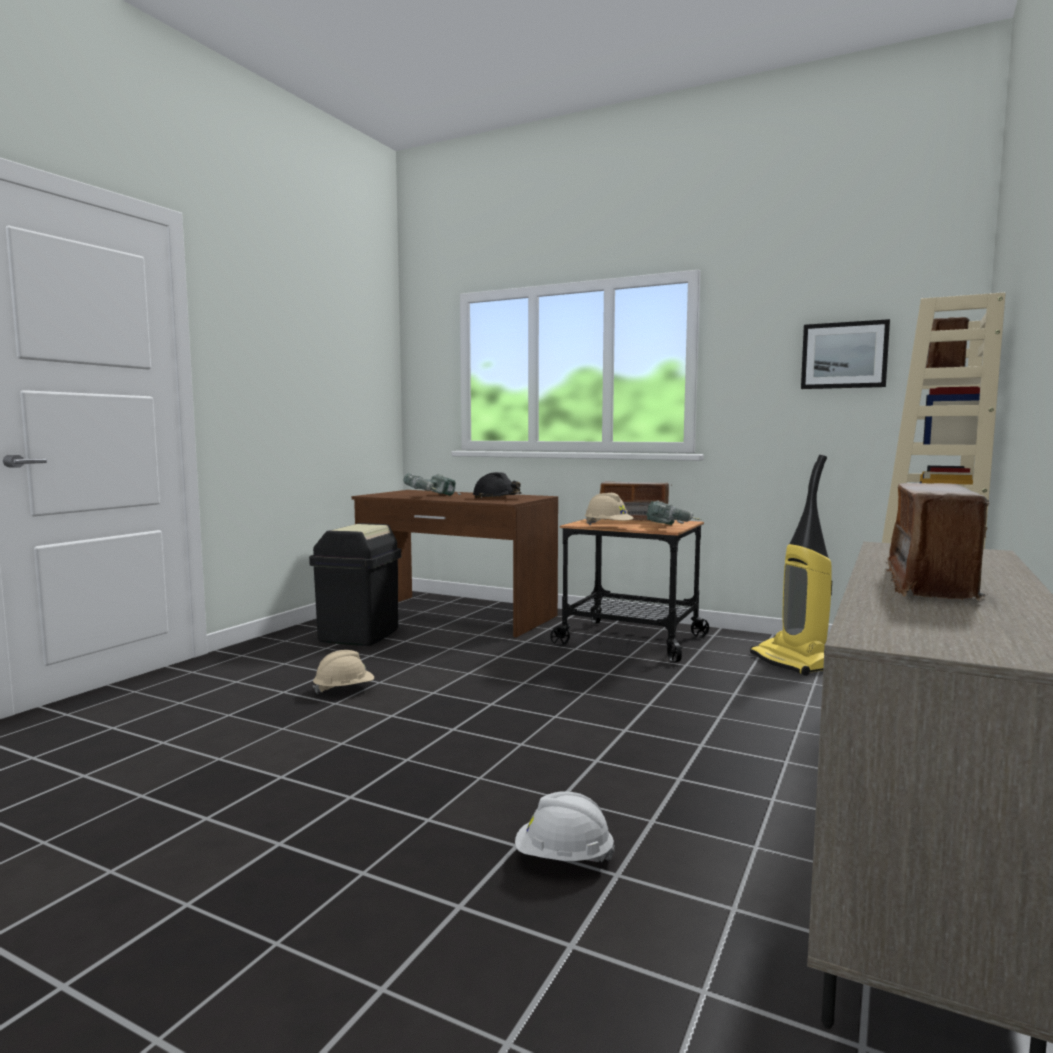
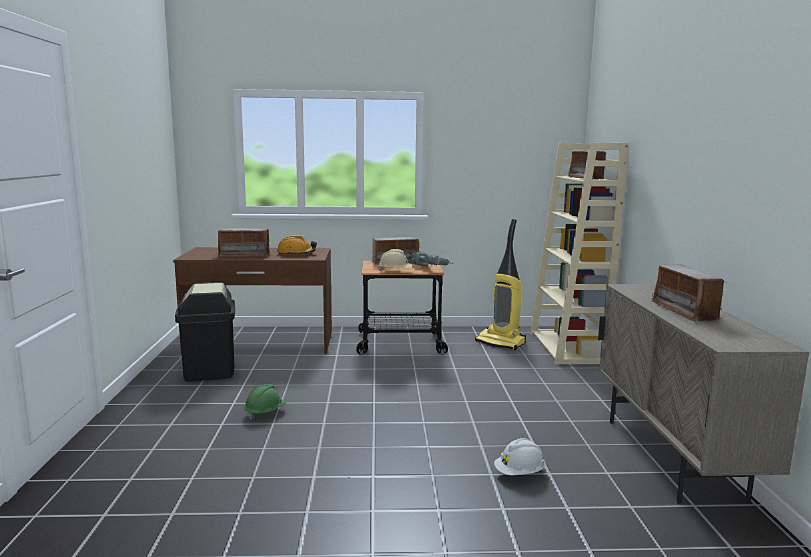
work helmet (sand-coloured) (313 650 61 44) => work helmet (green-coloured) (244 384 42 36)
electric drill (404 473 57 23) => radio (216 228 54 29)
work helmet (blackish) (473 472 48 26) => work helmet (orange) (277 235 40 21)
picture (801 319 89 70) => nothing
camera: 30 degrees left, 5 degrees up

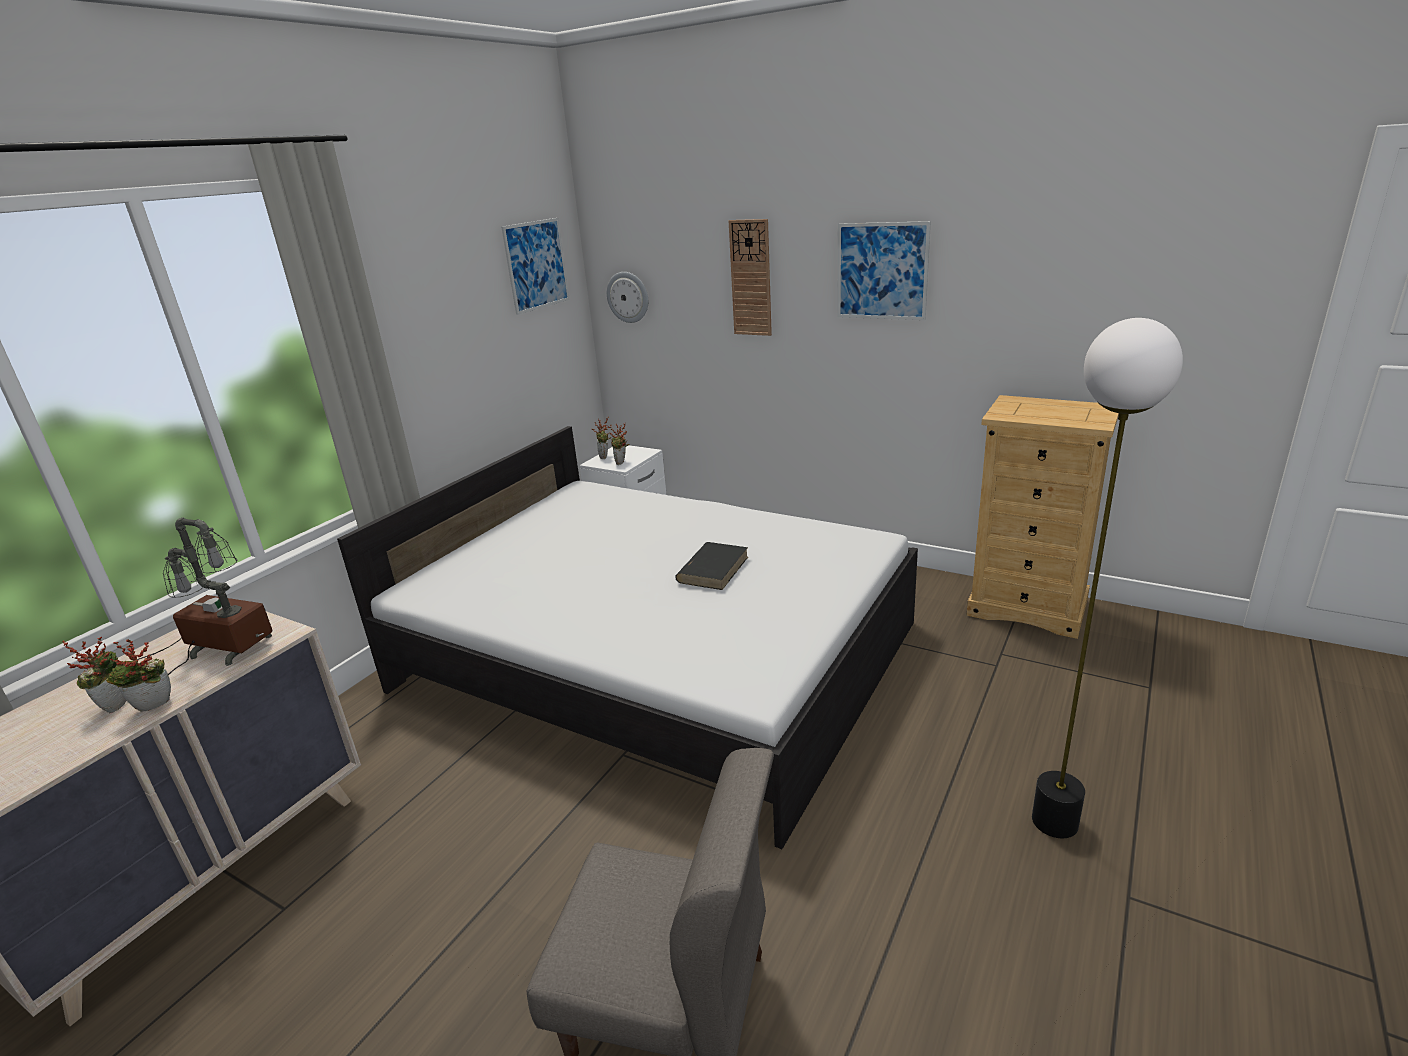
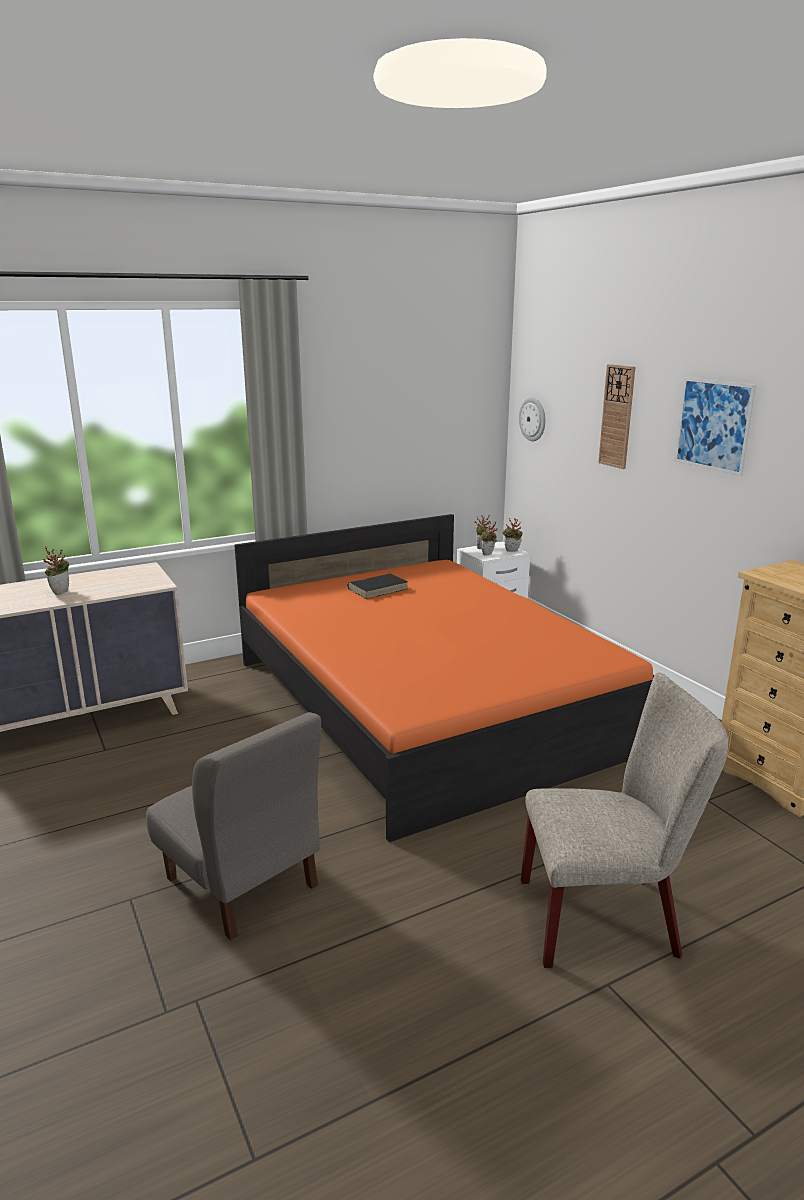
plant in a pot (106 639 65 73) => plant in a pot (502 518 21 34), shifted
lamp for a table (137 517 136 158) => nothing
bedroom bed (white-coloured) (337 426 581 423) => bedroom bed (orange) (234 514 420 328)
picture (501 218 69 97) => nothing
bound book (blackish) (675 542 73 48) => bound book (blackish) (348 574 59 25), shifted
floor lamp (1032 318 151 520) => upright chair (sand-coloured) (521 672 207 296)
camera: 30 degrees right, 5 degrees down

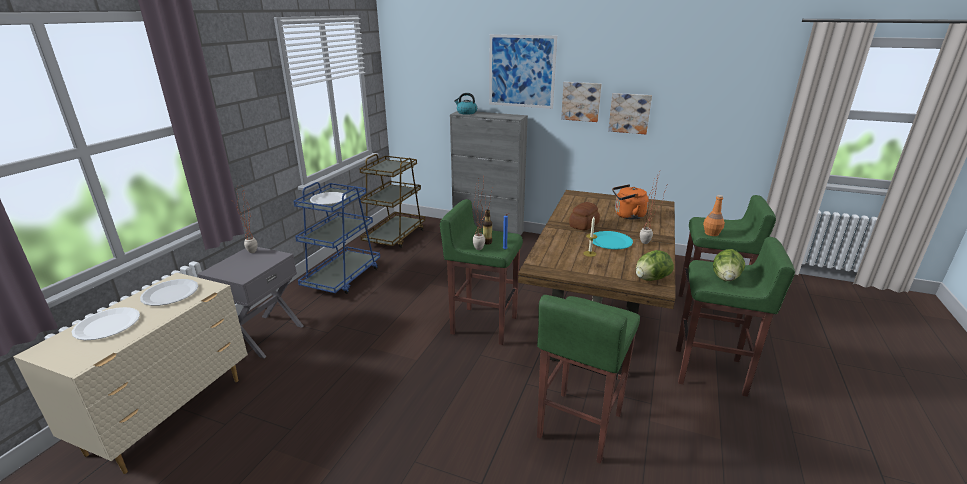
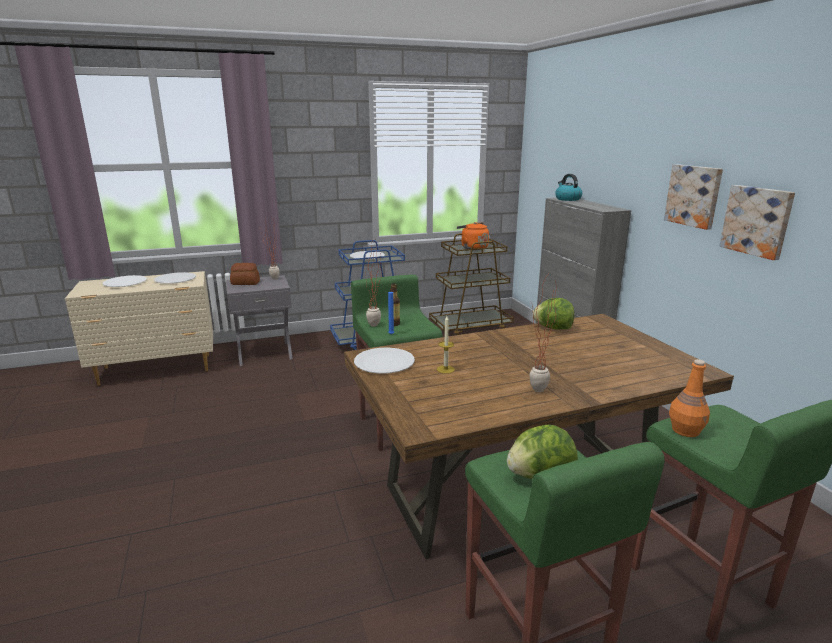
picture (489 34 68 75) => nothing
stool (green-coloured) (537 295 103 169) => nothing
baked bread (569 202 31 28) => baked bread (230 263 30 22), shifted
dinner plate (turquoise-coloured) (593 231 40 19) => nothing
water kettle (orange) (612 184 36 36) => water kettle (orange) (457 222 32 28), shifted
head of lettuce (636 250 38 31) => head of lettuce (533 298 42 32), shifted
nothing => dinner plate (white-coloured) (354 348 61 26)
camera: 50 degrees right, 5 degrees down

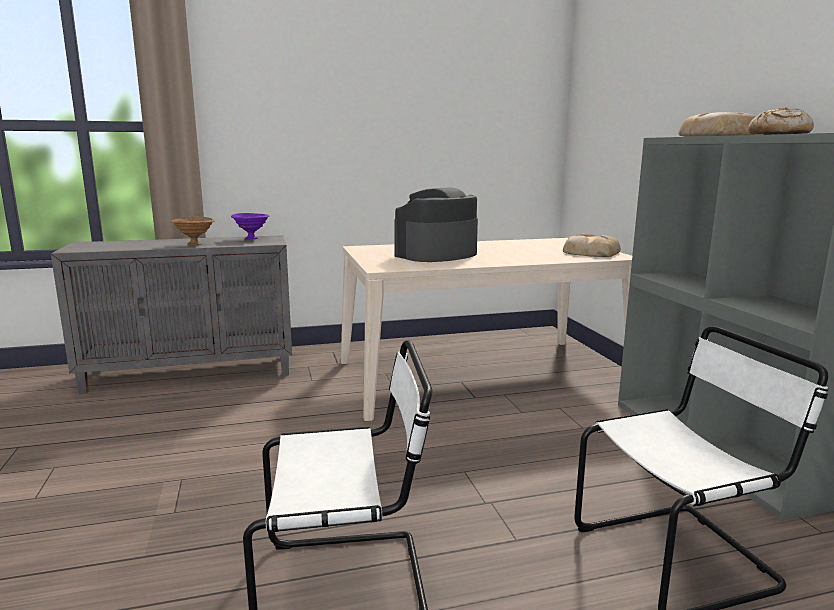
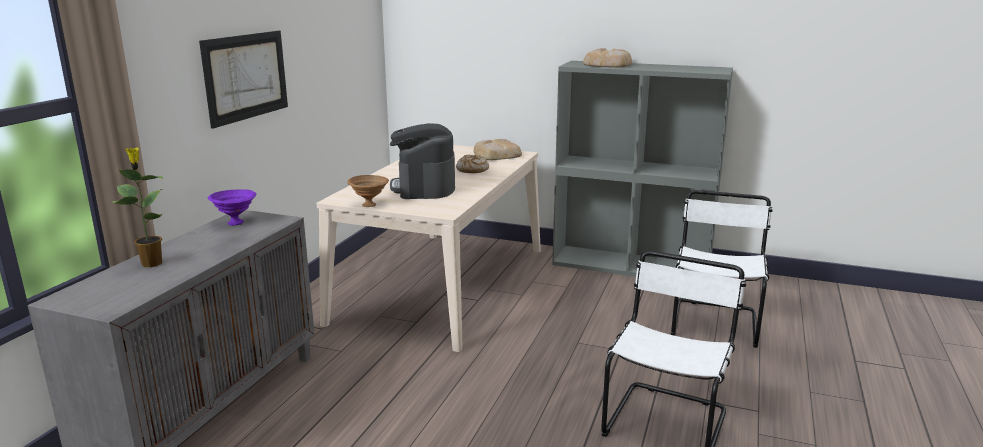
deep dish (brown-coloured) (171 217 44 28) => deep dish (brown-coloured) (347 175 42 32), shifted
baked bread (748 107 66 28) => baked bread (456 155 33 18), shifted
nothing => plant in a pot (112 147 51 120)
nothing => picture (199 31 89 98)
camera: 55 degrees left, 5 degrees up

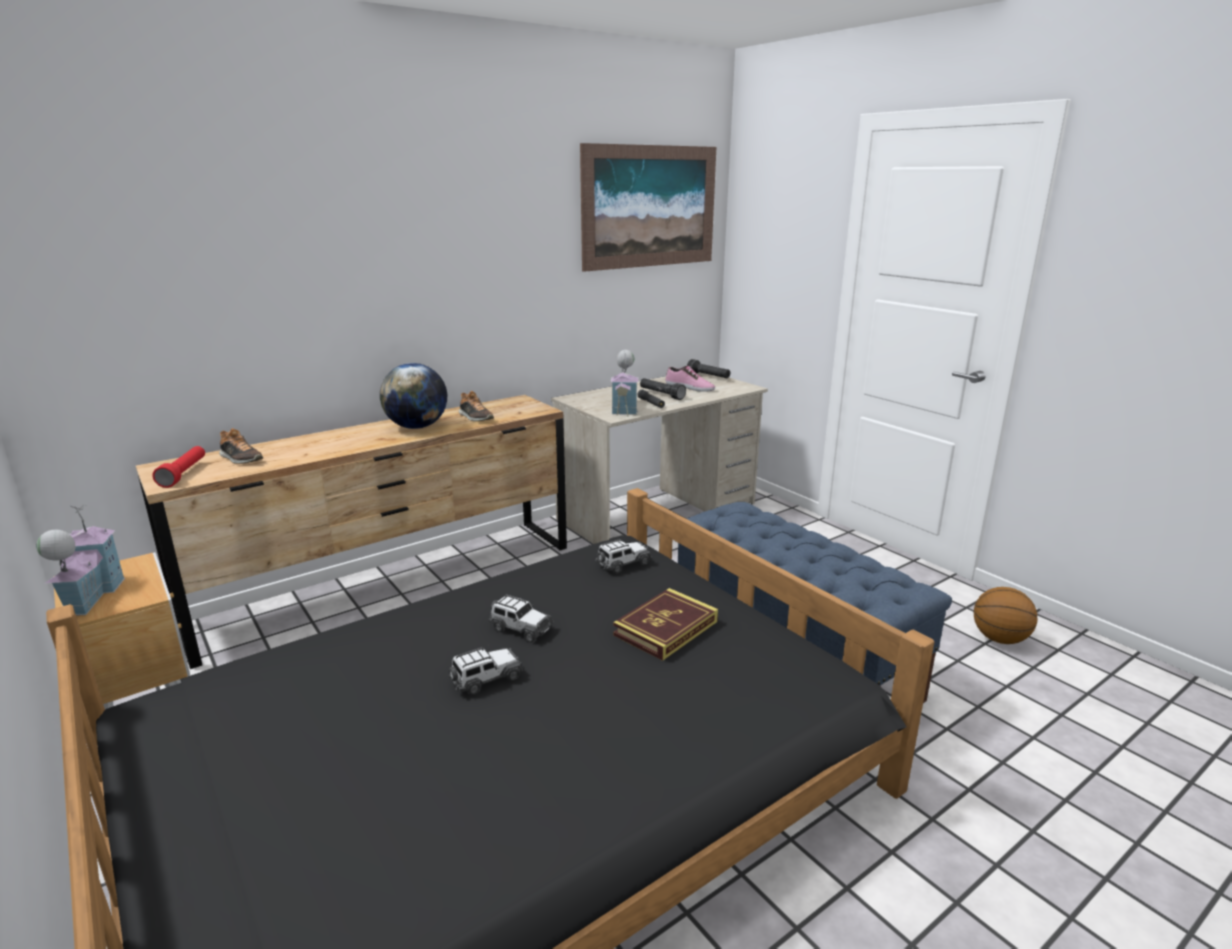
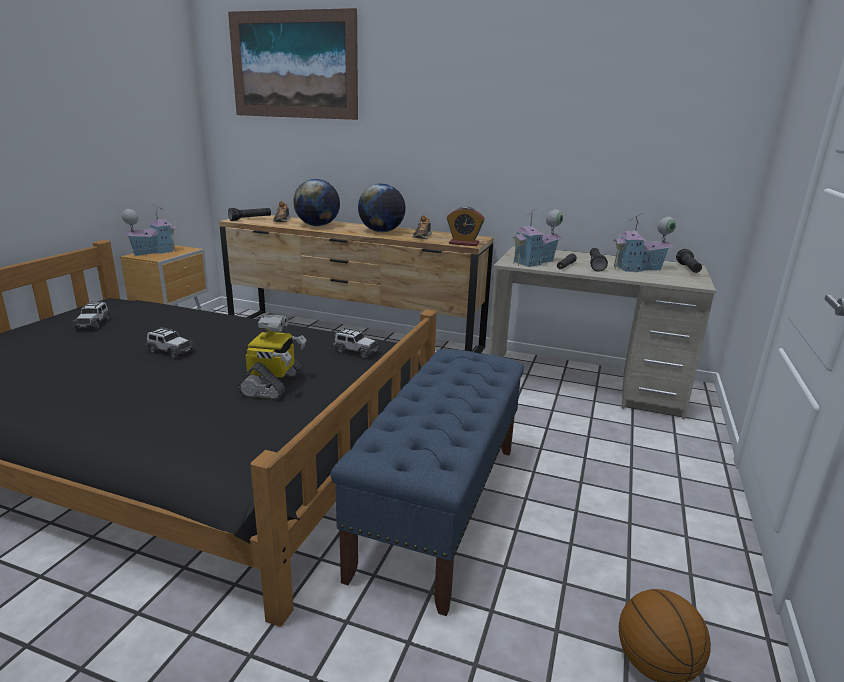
flashlight (red) (152 446 53 42) => flashlight (blackish) (228 208 43 13)
toy car (489 595 65 47) => toy car (73 301 37 28), shifted
picture (580 143 136 129) => picture (228 8 130 112), shifted
bound book (613 588 105 73) => model robot (238 315 69 85)
item of footwear (666 366 49 26) => miniature house (613 213 63 59)
nothing => world globe (293 179 47 47)
nothing => alarm clock (447 207 38 39)
camera: 55 degrees right, 0 degrees up

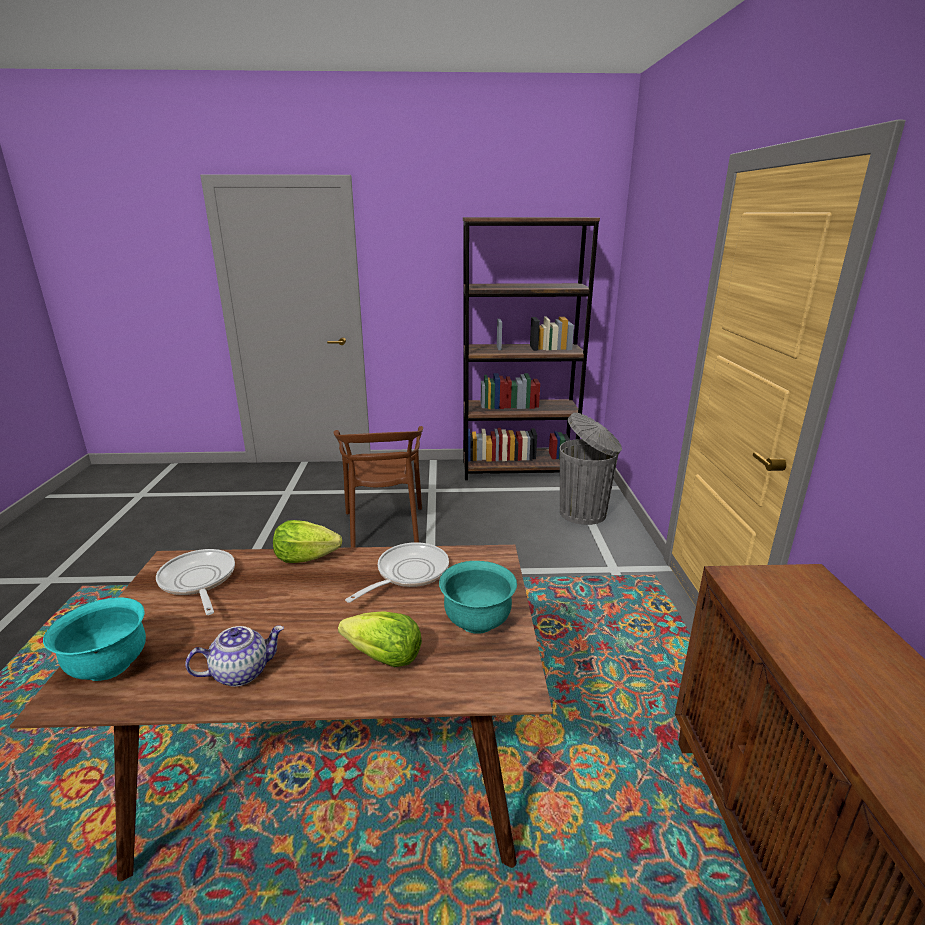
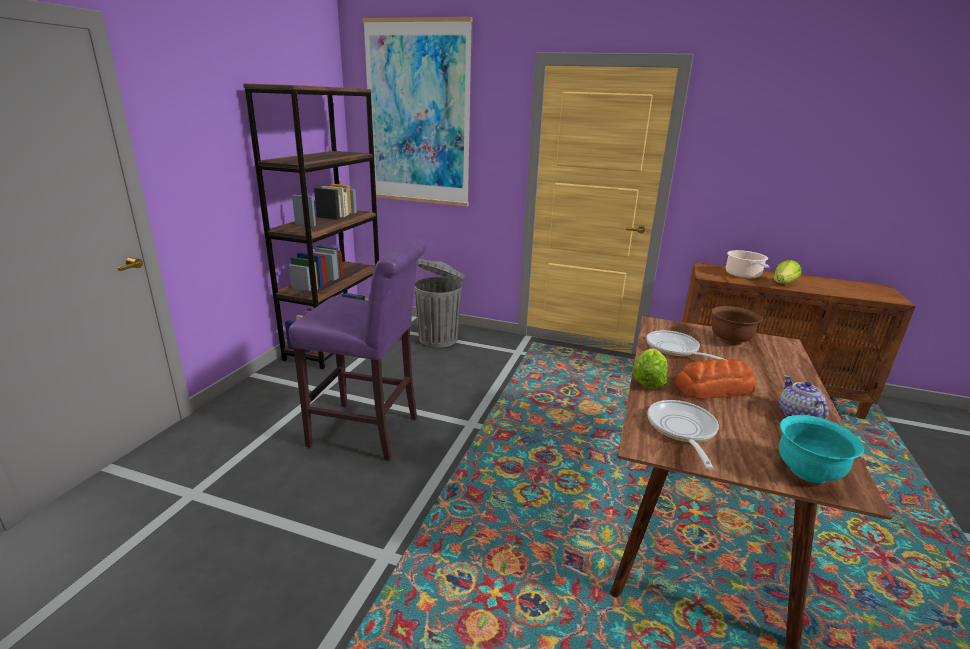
skillet (156 549 79 66) => skillet (648 400 71 69), 105 degrees clockwise
upright chair (brown-coloured) (334 426 89 121) => stool (purplish) (289 238 138 223)
head of lettuce (338 611 84 56) => head of lettuce (773 260 28 24), shifted
deep dish (turquoise-coloured) (439 561 78 73) => deep dish (brown-coloured) (711 306 52 39)
nothing => picture (362 17 110 189)
nothing => baked bread (675 358 80 41)
nothing => cooking pot (726 250 43 28)
camera: 70 degrees left, 0 degrees up

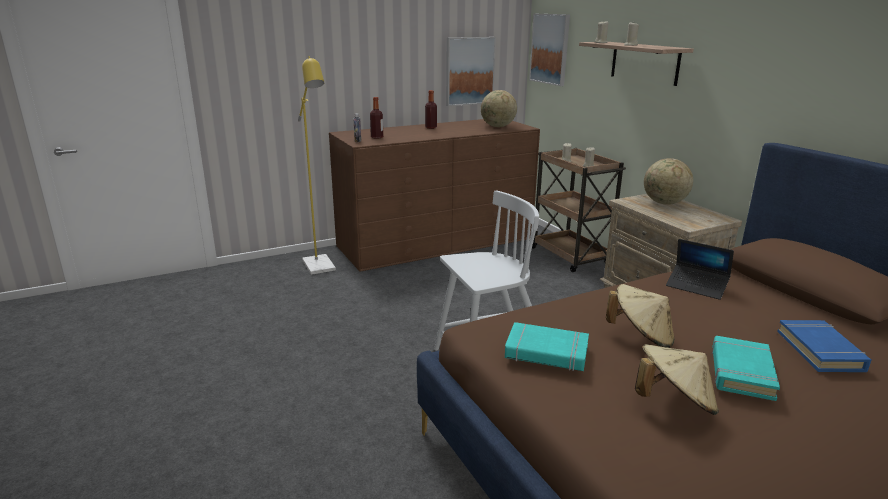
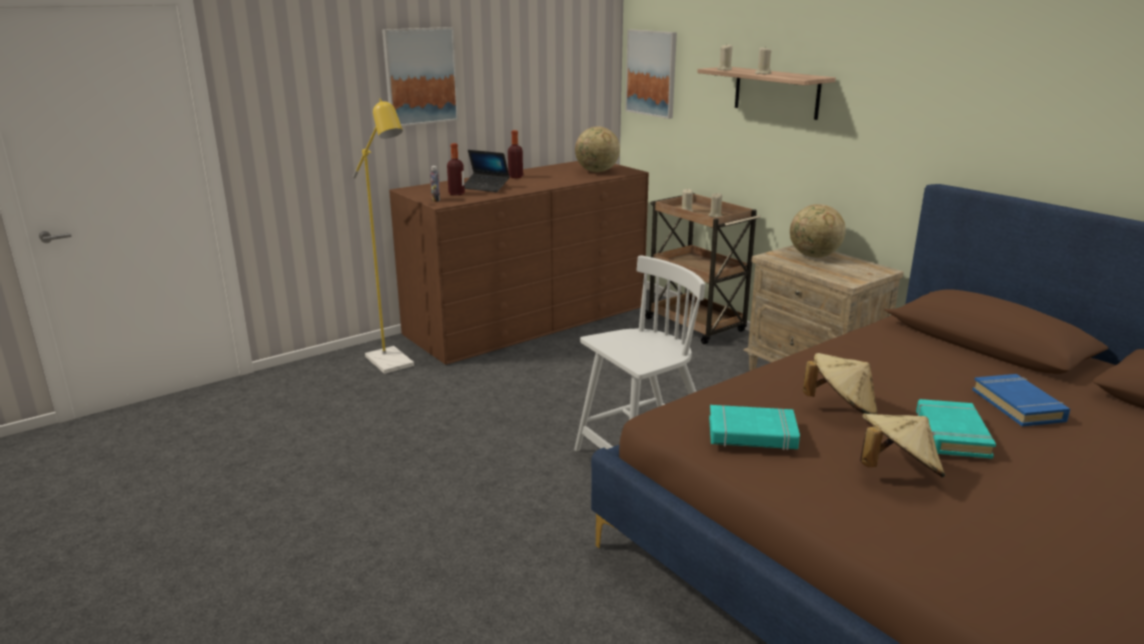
picture (446 37 50 69) => picture (382 27 77 99), shifted
notebook computer (666 239 68 61) => notebook computer (464 150 46 42), shifted
camera: 10 degrees left, 0 degrees up

